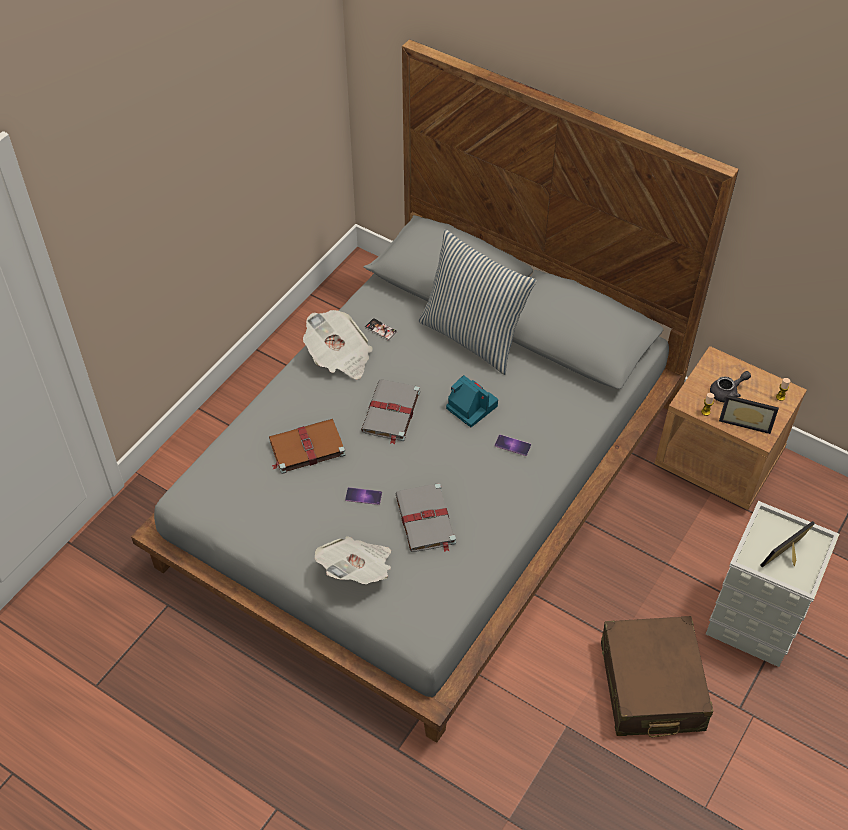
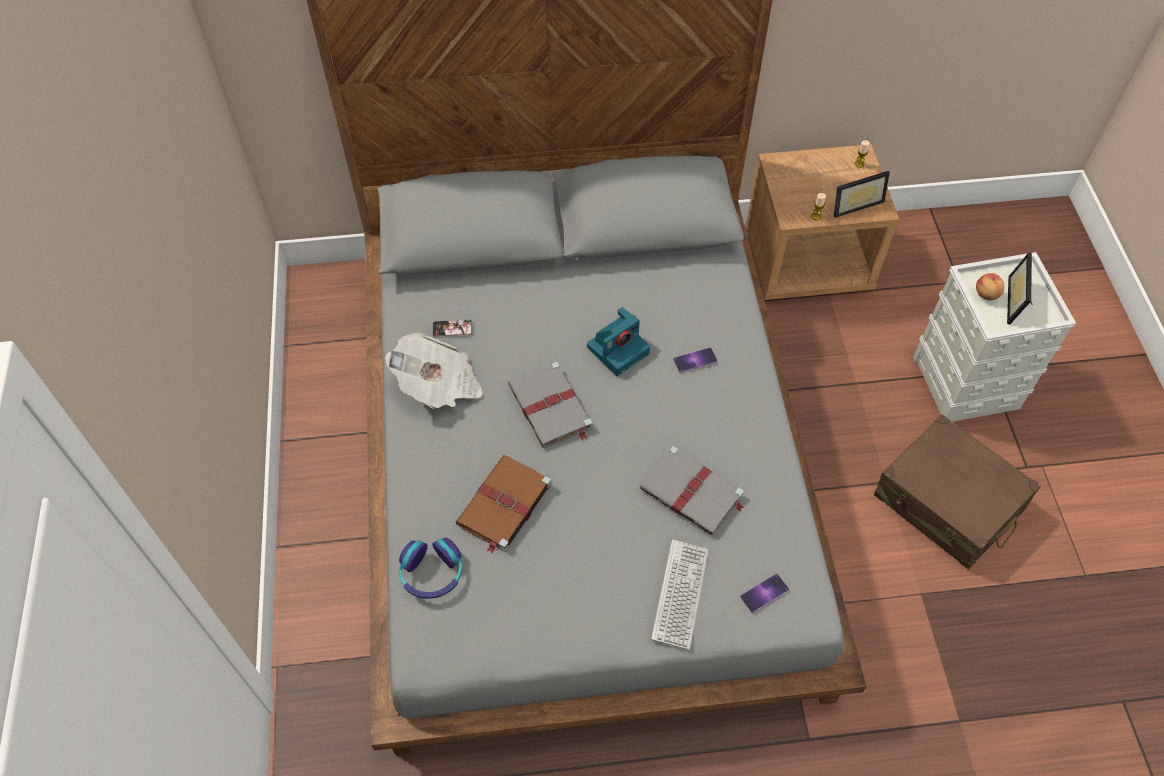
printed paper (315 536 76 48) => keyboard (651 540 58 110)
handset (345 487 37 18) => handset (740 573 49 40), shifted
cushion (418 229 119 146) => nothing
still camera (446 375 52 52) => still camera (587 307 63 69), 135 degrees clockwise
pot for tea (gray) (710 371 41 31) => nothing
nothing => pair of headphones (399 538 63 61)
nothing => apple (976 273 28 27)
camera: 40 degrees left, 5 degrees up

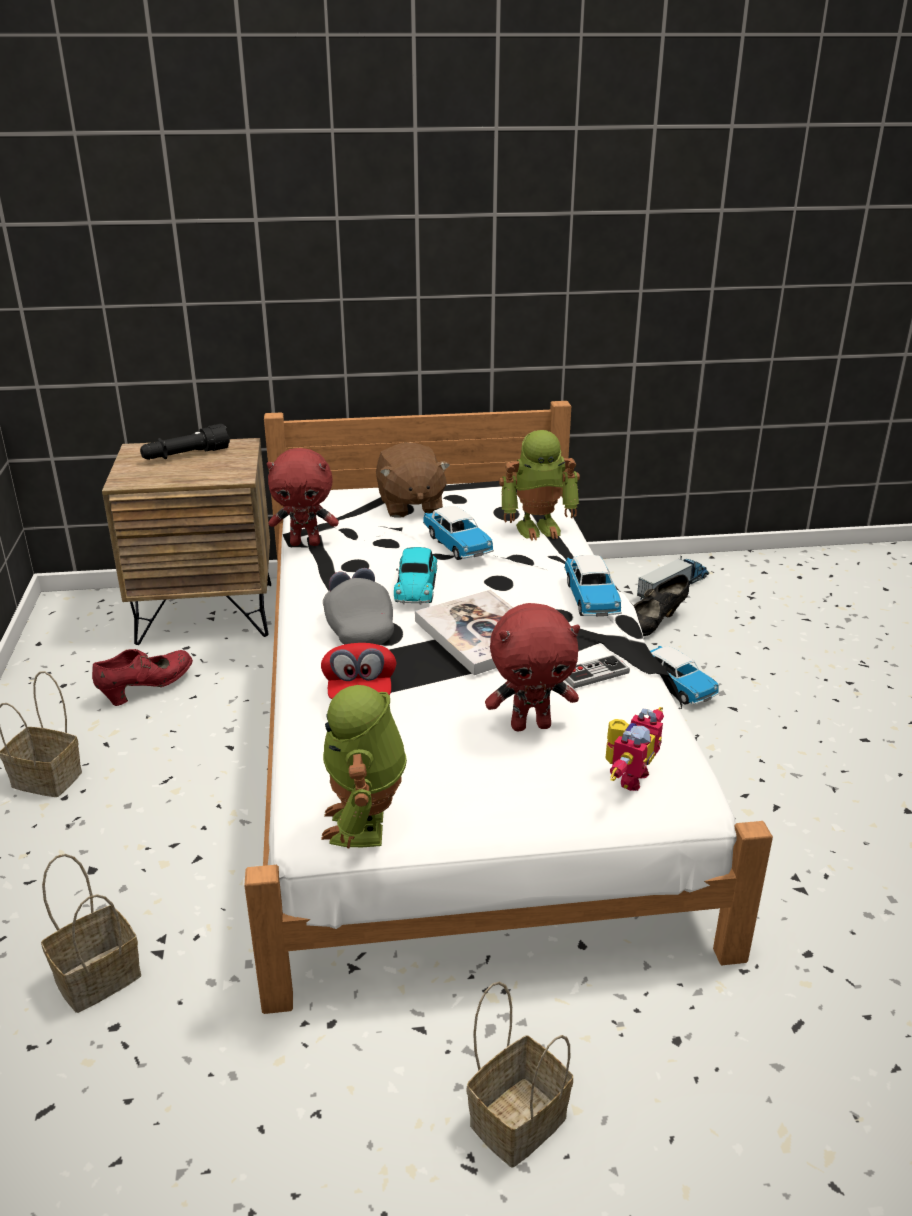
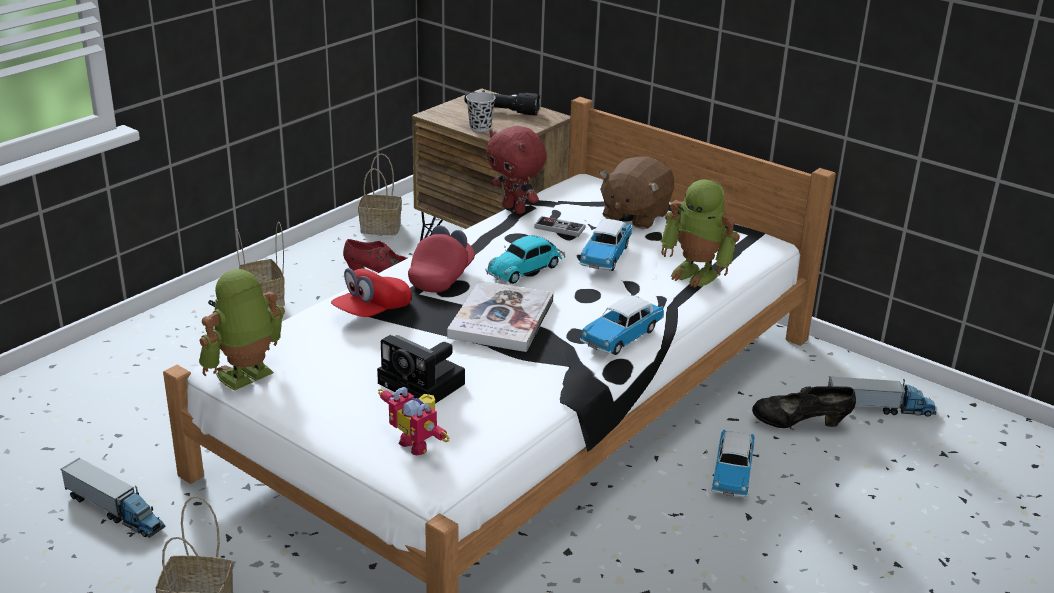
basket (41 854 100 159) => basket (358 153 44 82), shifted
baseball cap (gray) (323 568 71 77) => baseball cap (red) (408 225 67 67)
cuddly toy (red) (485 603 95 128) => still camera (377 335 88 69)
joypad (565 654 65 35) => joypad (534 216 52 21), shifted
model robot (605 707 59 84) => model robot (378 387 71 68), 60 degrees clockwise
nothing => toy truck (61 458 105 80)
nothing => cup (blackish) (466 92 30 40)
camera: 45 degrees right, 0 degrees up

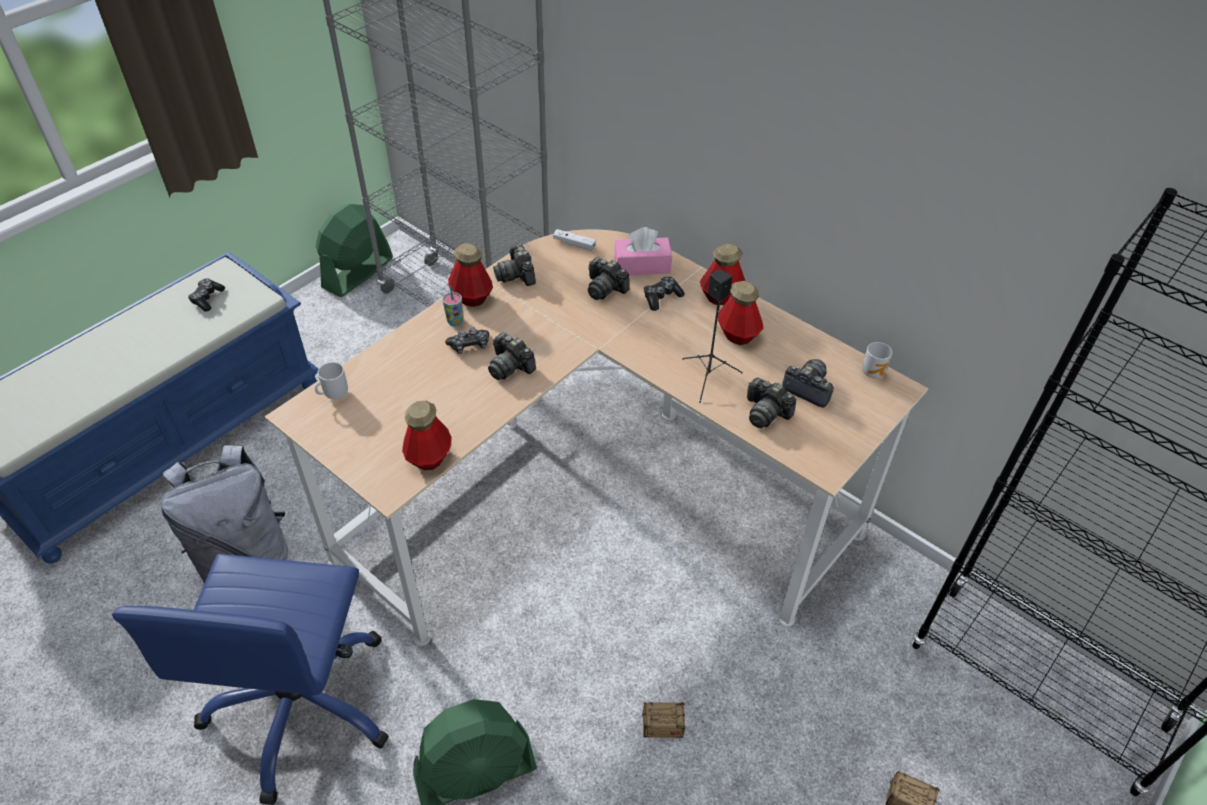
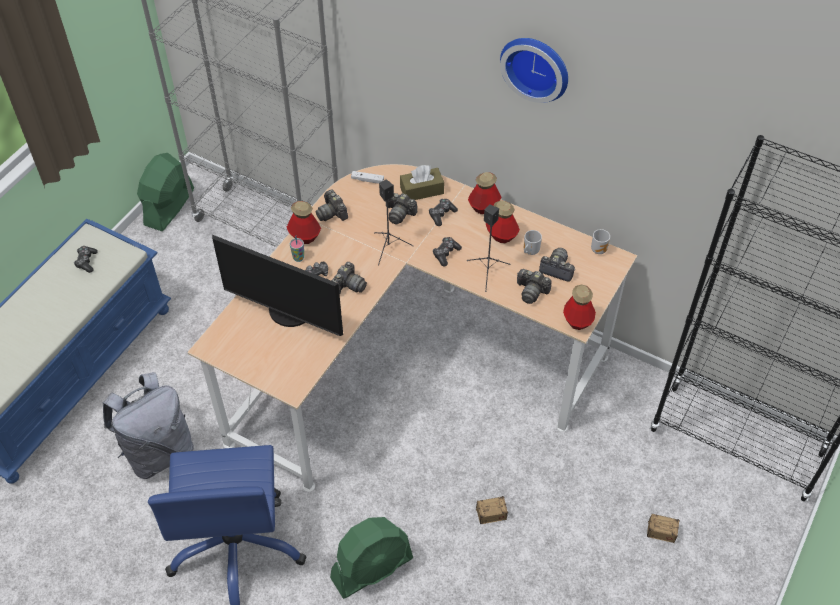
coffee mug (315 362 33 37) => coffee mug (524 230 18 25), shifted
beverage bottle (402 401 49 69) => beverage bottle (563 285 33 45), shifted
still camera (488 332 48 48) => still camera (332 262 35 32), 90 degrees counterclockwise
tissue box (pink-coloured) (614 227 58 48) => tissue box (brown-coloured) (400 165 44 35)
nothing => computer display (212 235 131 101)
nothing => loudspeaker (blackish) (374 179 40 86)
nothing => joypad (433 237 29 29)
nothing => hanging clock (500 38 68 65)
camera: 10 degrees left, 5 degrees up

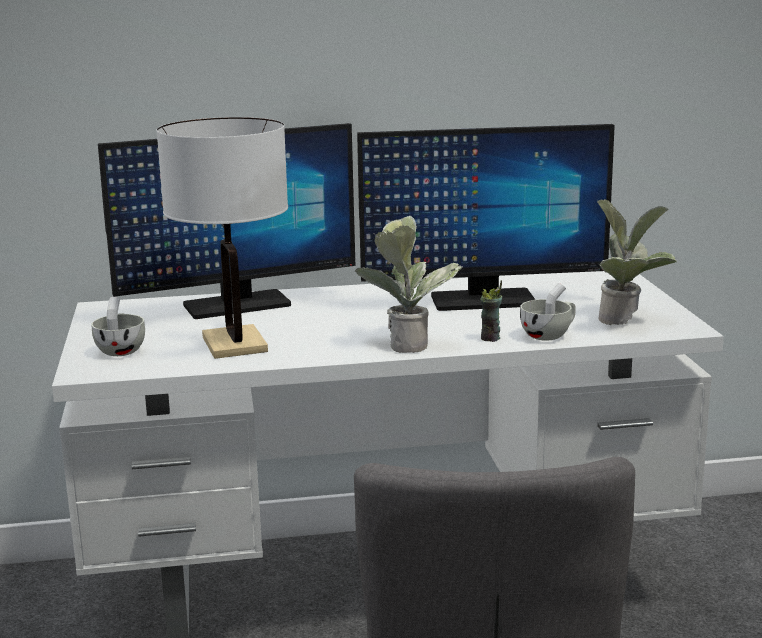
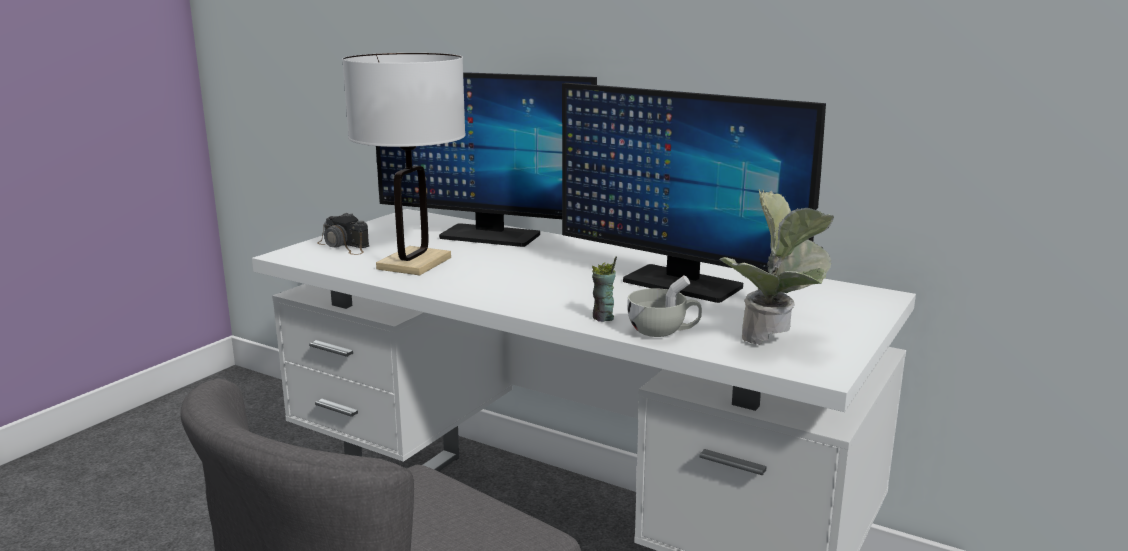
cup (white-coloured) (92 297 53 59) => still camera (317 213 52 42)
plant in a pot (355 216 107 137) => nothing
camera: 40 degrees right, 0 degrees up

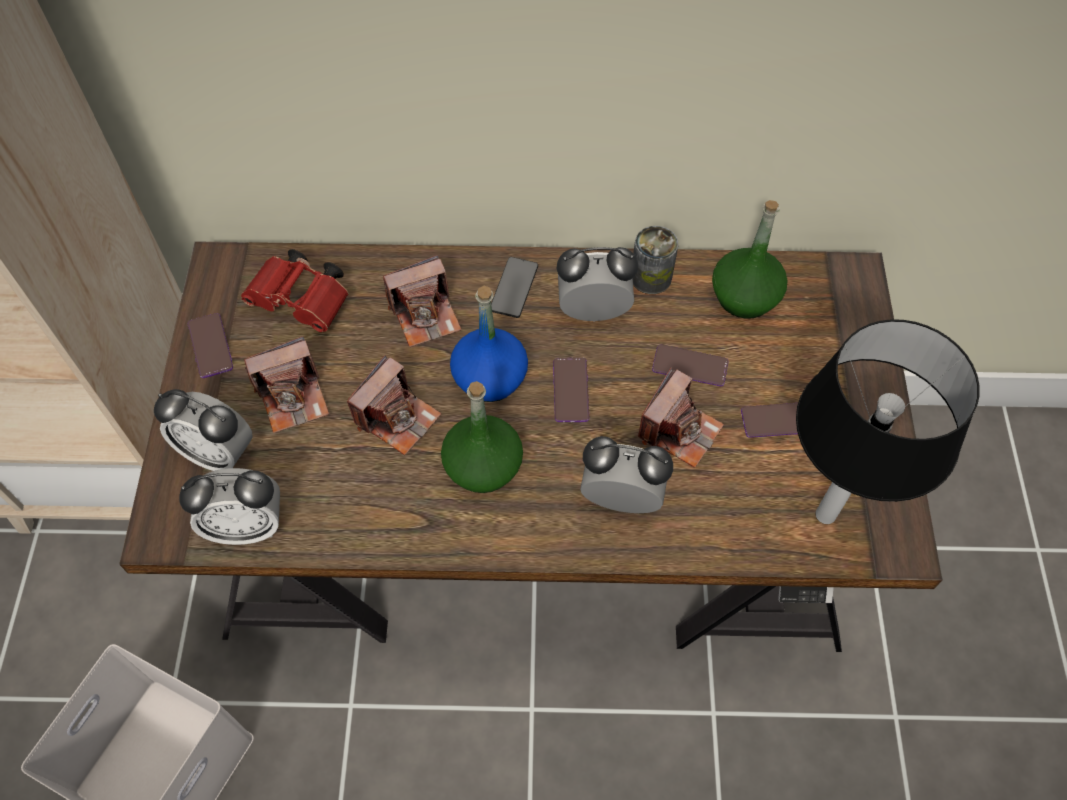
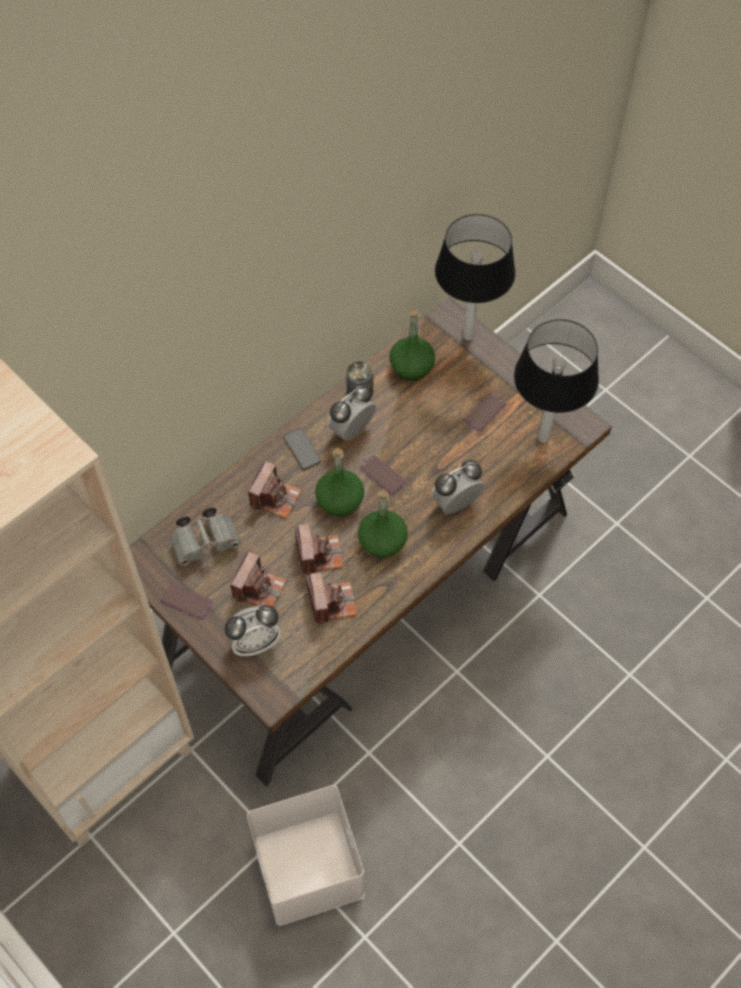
alarm clock (179 468 101 77) => nothing
field glasses (red) (241 249 108 83) => field glasses (gray) (170 508 71 58)
beverage bottle (bluish) (450 286 78 116) => beverage bottle (green-coloured) (315 448 49 68)
still camera (638 367 86 101) => still camera (306 572 51 53), shifted
handset (652 345 76 41) => nothing
nothing => lamp for a table (435 214 80 126)
camera: 45 degrees left, 0 degrees up

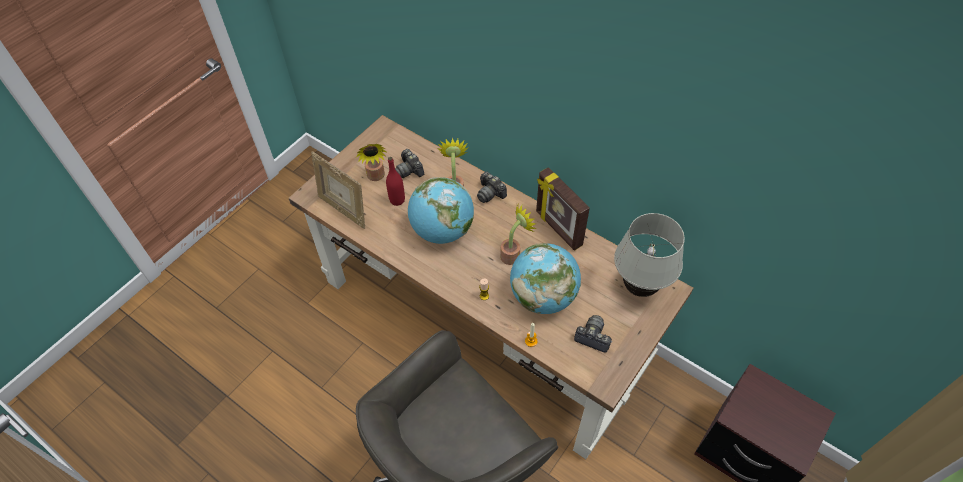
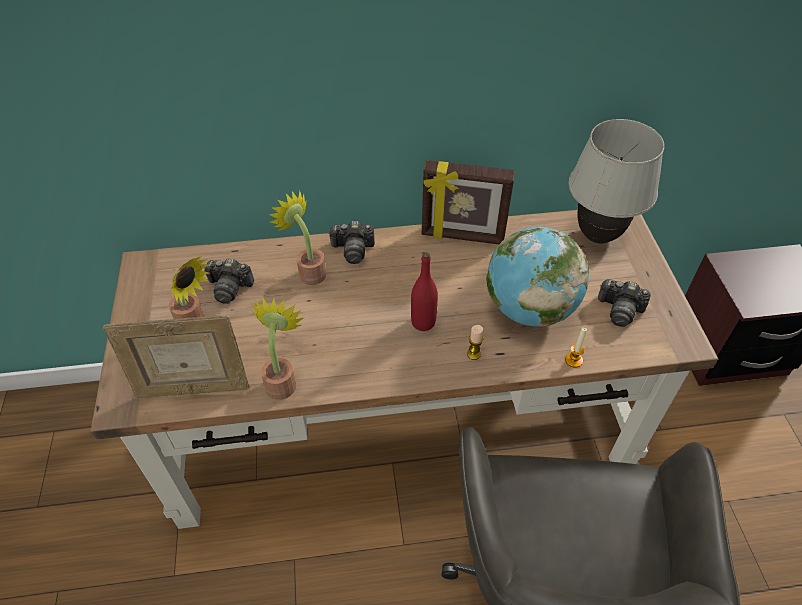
beverage bottle (red) (386 157 19 49) => beverage bottle (red) (411 252 27 79), shifted
world globe (408 177 66 67) => nothing
plant in a pot (500 205 37 60) => plant in a pot (252 298 53 102), shifted
still camera (574 315 38 38) => still camera (598 279 53 48), 135 degrees counterclockwise
camera: 45 degrees left, 5 degrees down

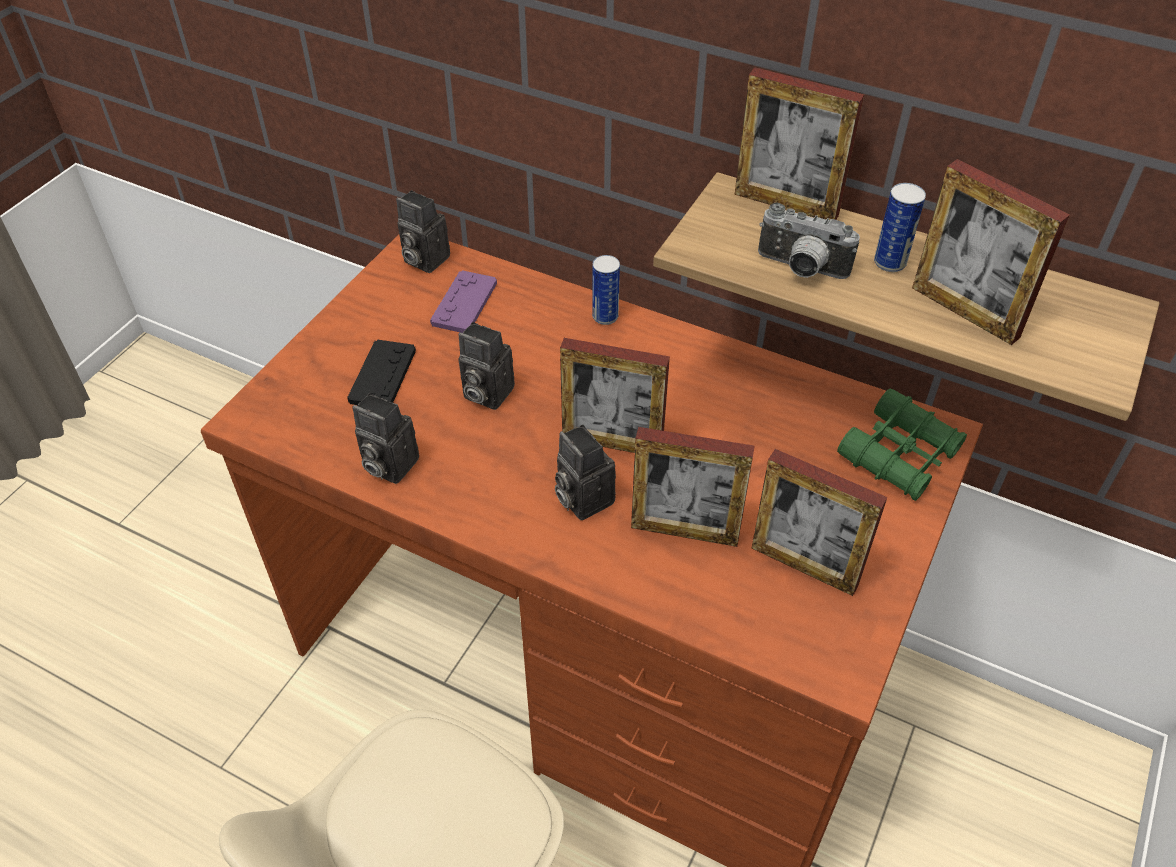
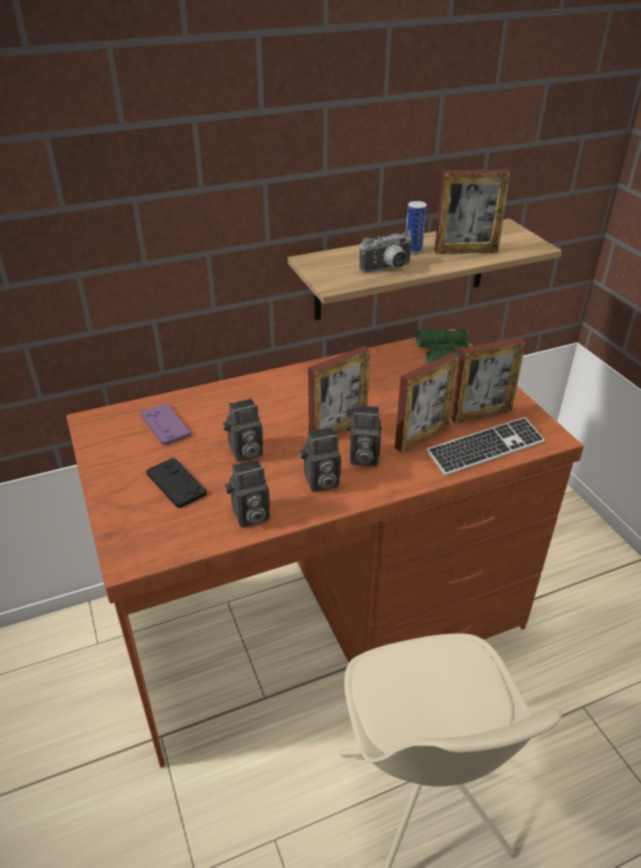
still camera (396 190 54 83) => still camera (300 427 41 65), shifted
metal can (592 255 28 70) => nothing
picture frame (735 67 129 153) => nothing
nothing => keyboard (426 417 119 59)
camera: 50 degrees left, 10 degrees down

